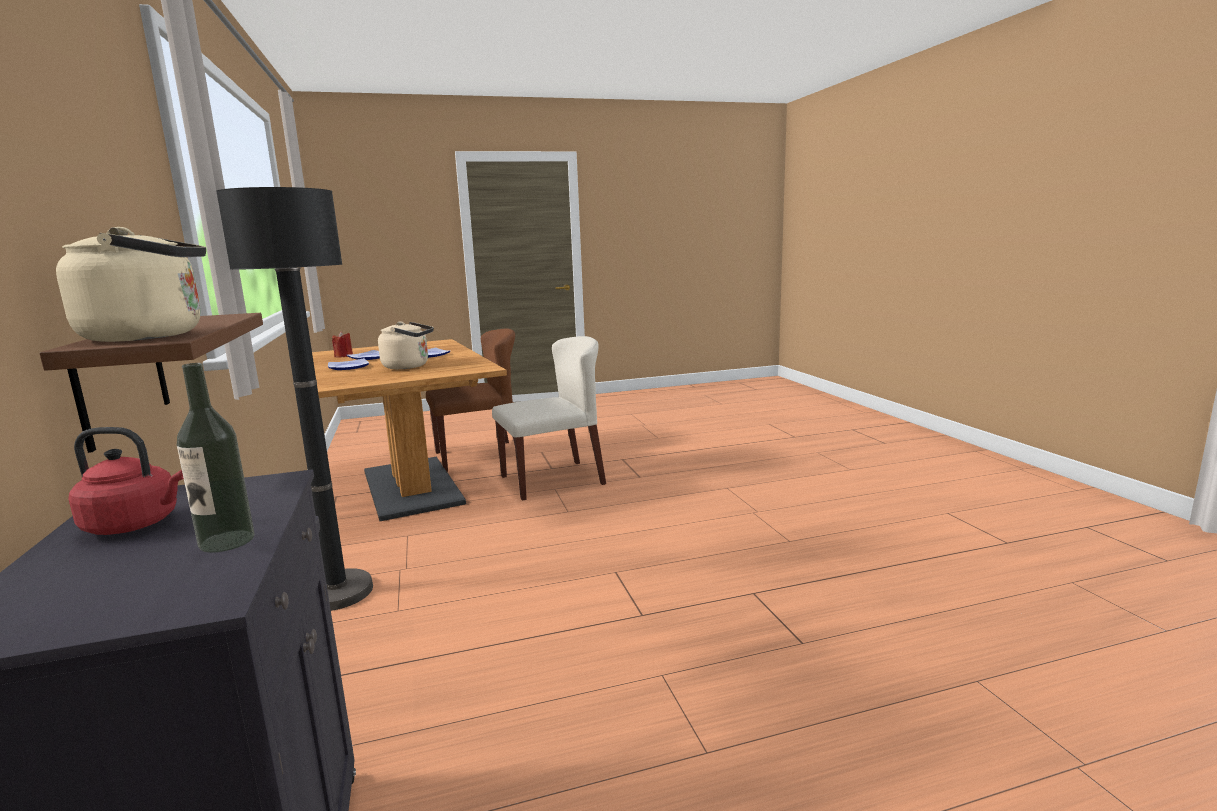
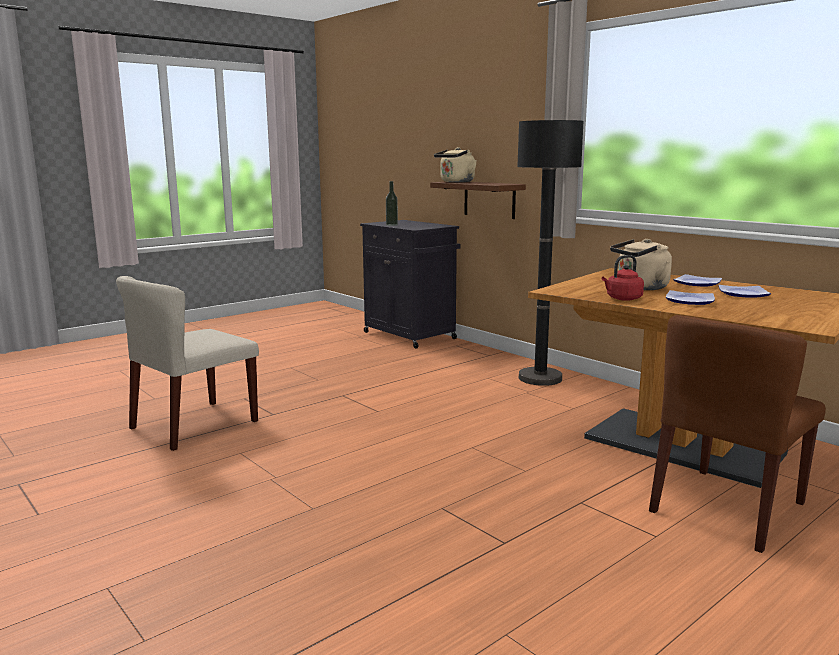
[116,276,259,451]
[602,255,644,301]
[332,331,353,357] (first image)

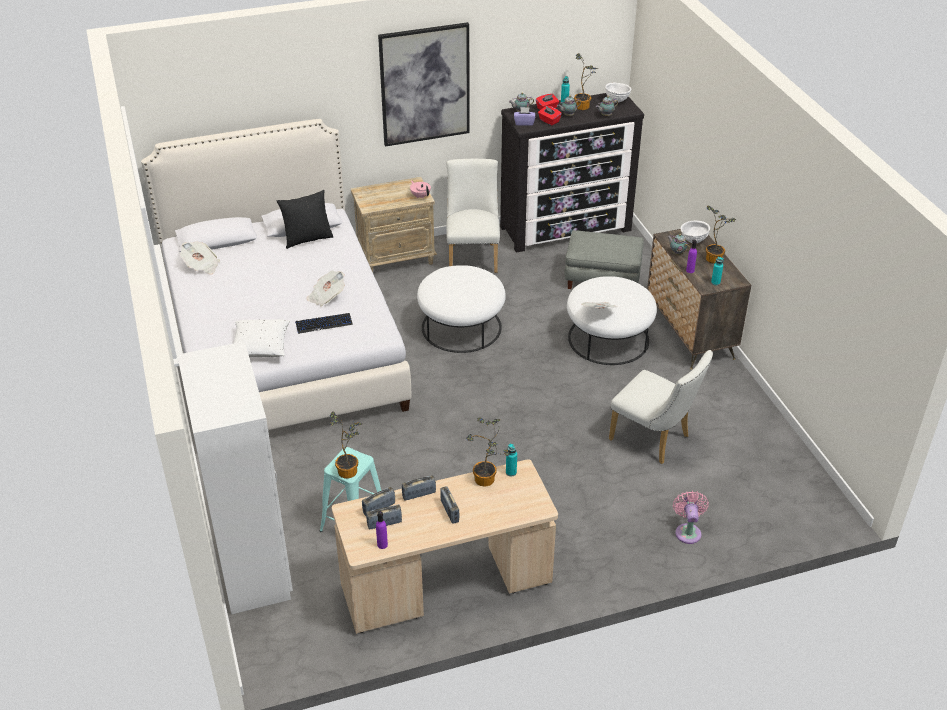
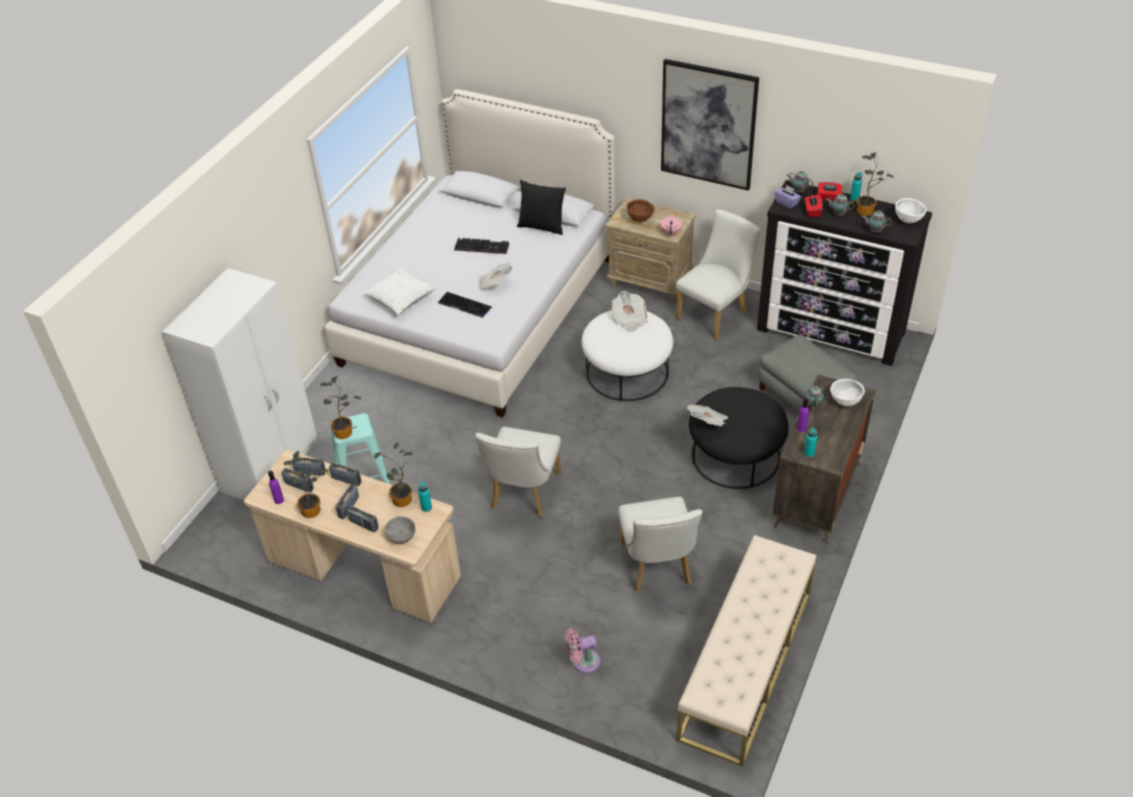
[284,451,328,518]
[347,505,378,532]
[385,516,416,543]
[454,238,509,254]
[475,427,561,517]
[565,628,600,673]
[612,291,648,333]
[627,199,655,222]
[676,535,816,766]
[689,387,789,489]

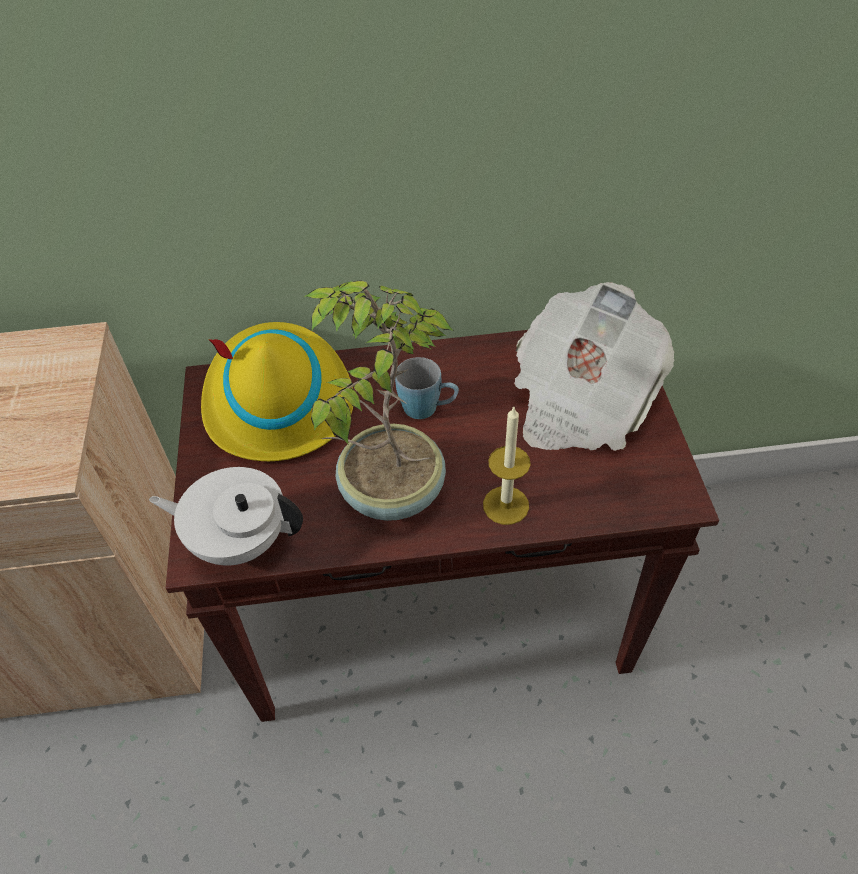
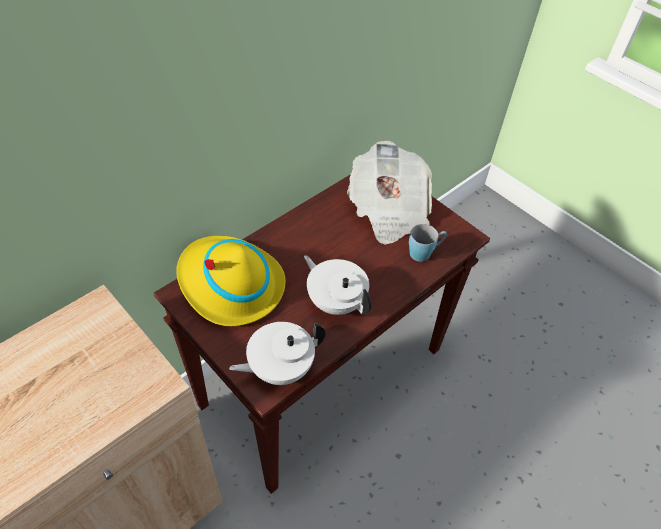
[304,255,372,315]
[409,224,447,262]
[483,407,531,525] (first image)

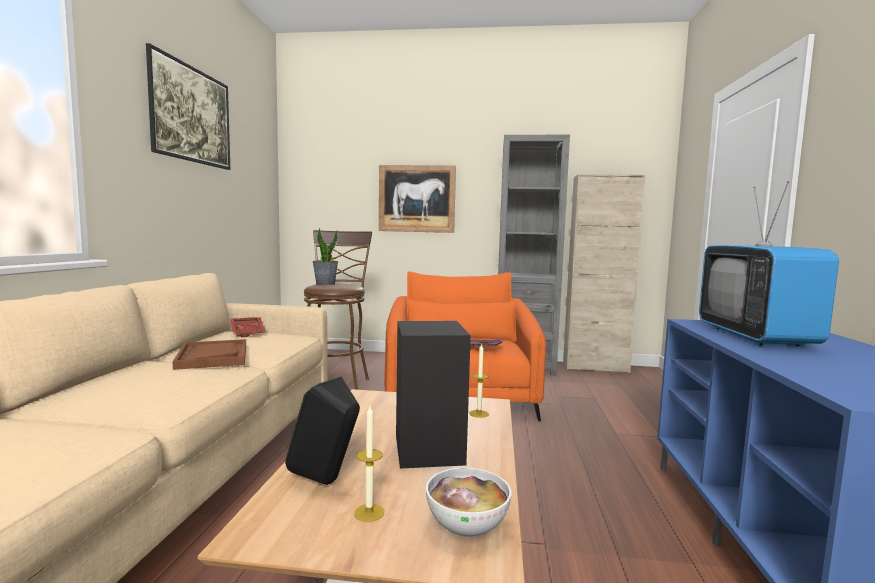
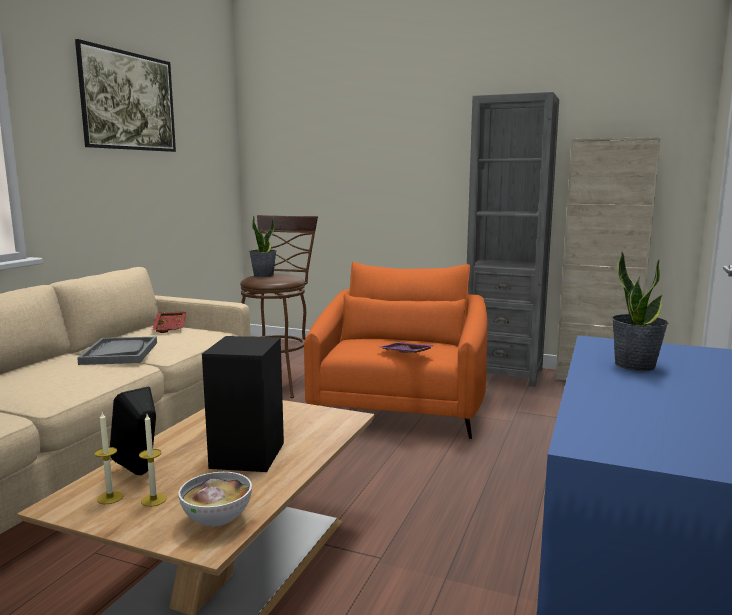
[77,337,157,365]
[94,412,123,504]
[612,251,669,371]
[379,165,456,233] (first image)

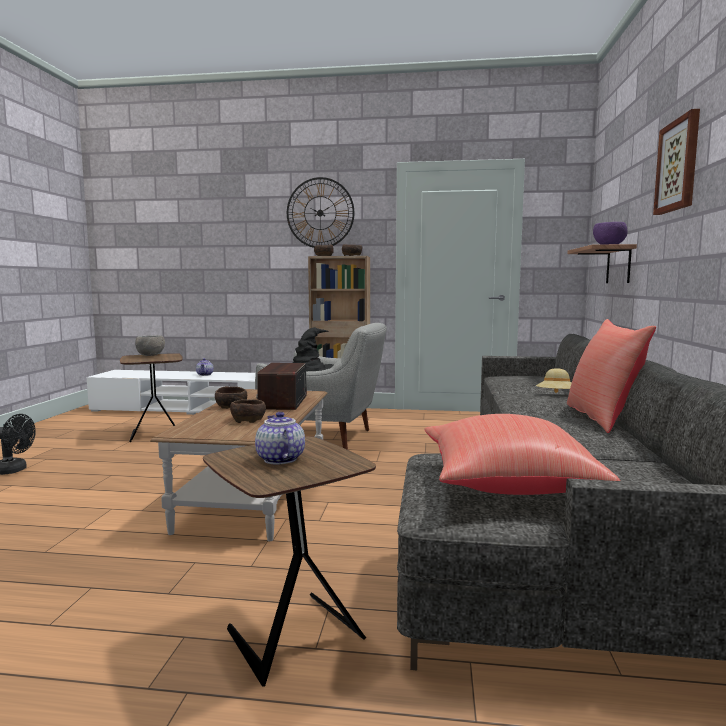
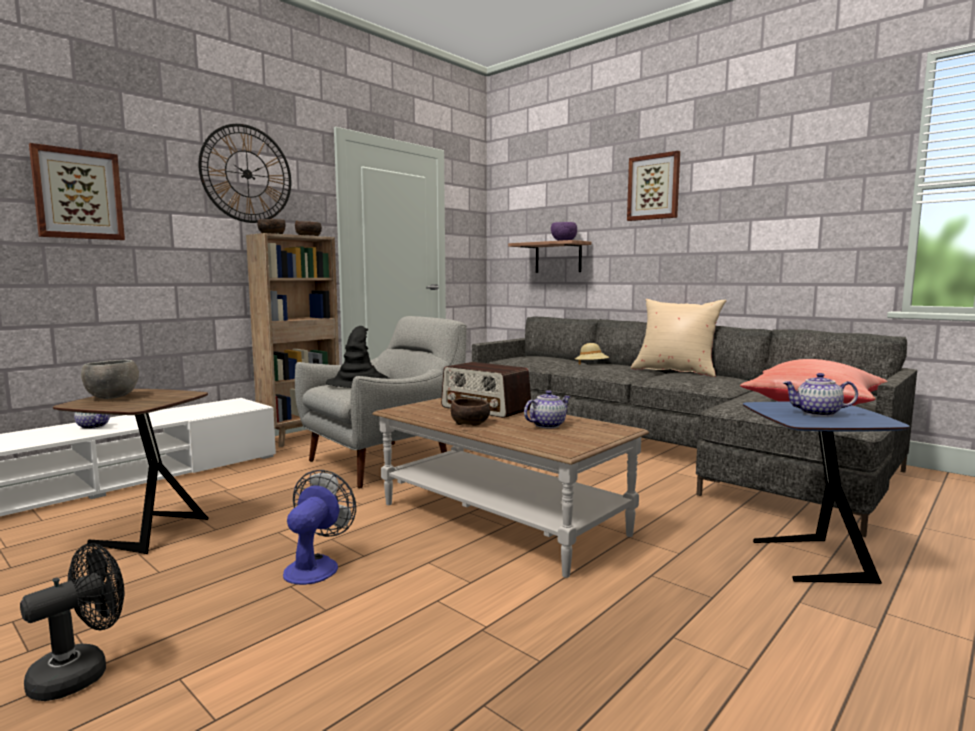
[29,143,125,240]
[283,470,356,585]
[524,390,571,428]
[631,299,726,377]
[743,402,910,584]

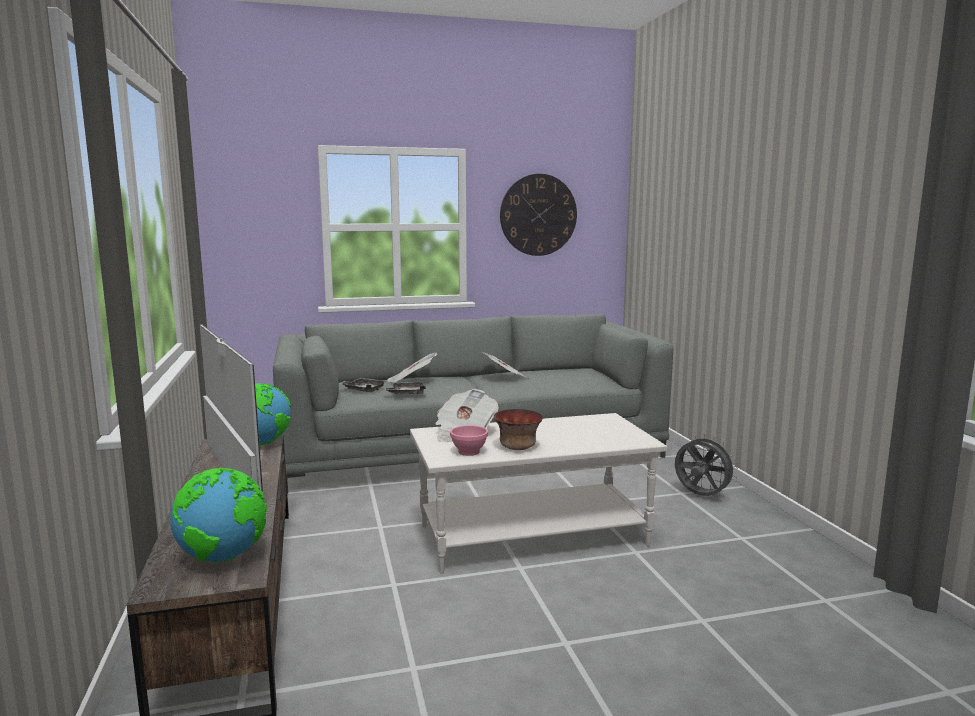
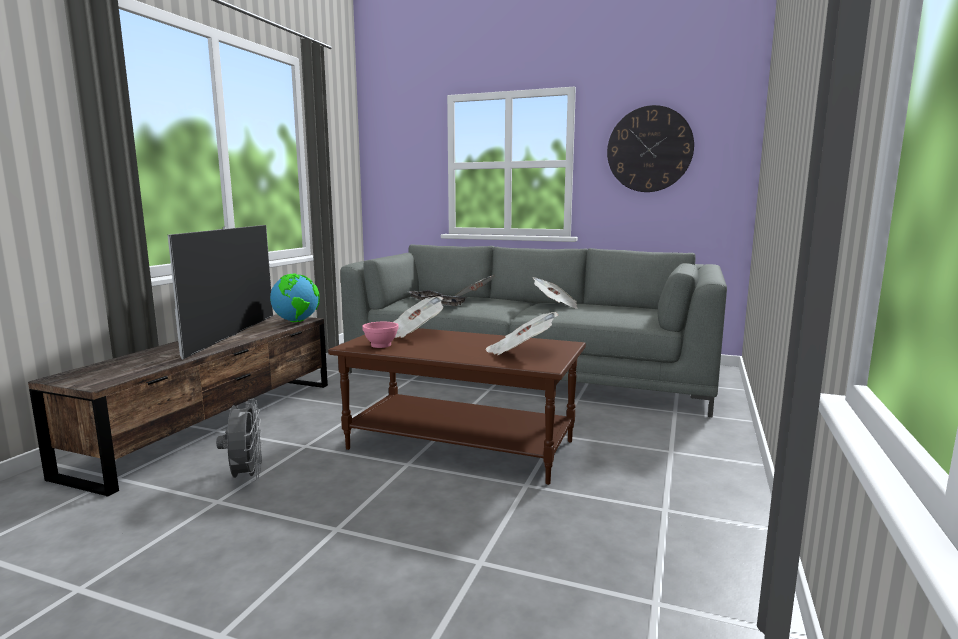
[216,399,263,482]
[328,328,586,485]
[485,312,558,355]
[170,468,267,563] (first image)
[494,409,543,450] (first image)

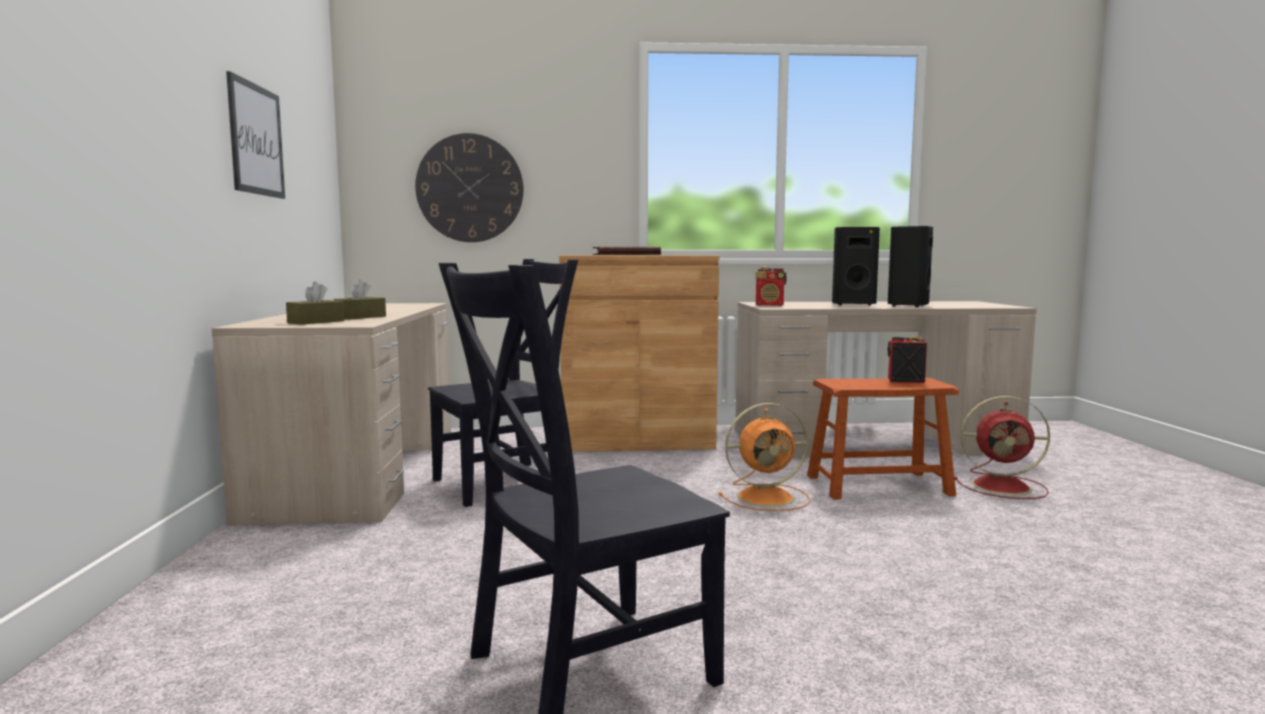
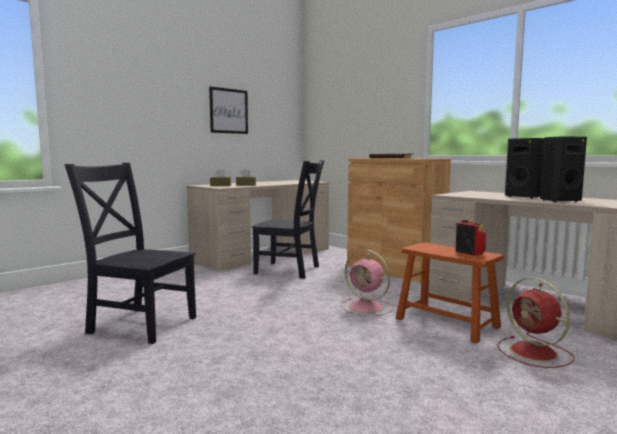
[340,249,394,316]
[415,133,524,242] (first image)
[755,267,787,306] (first image)

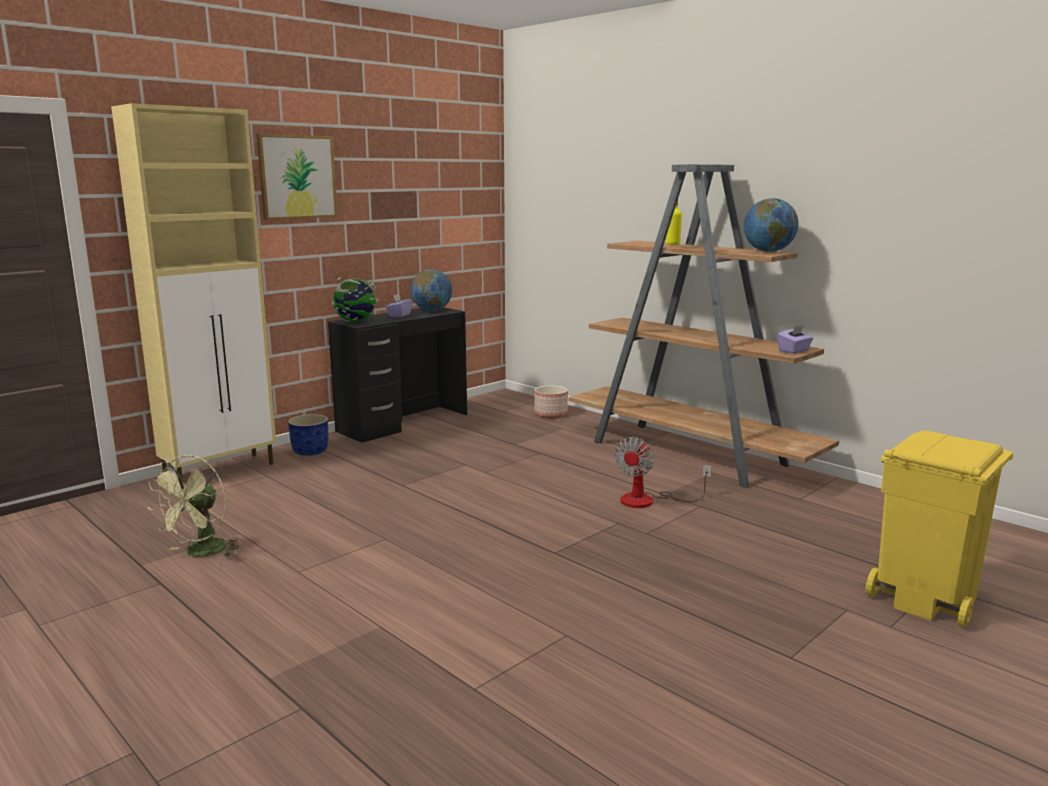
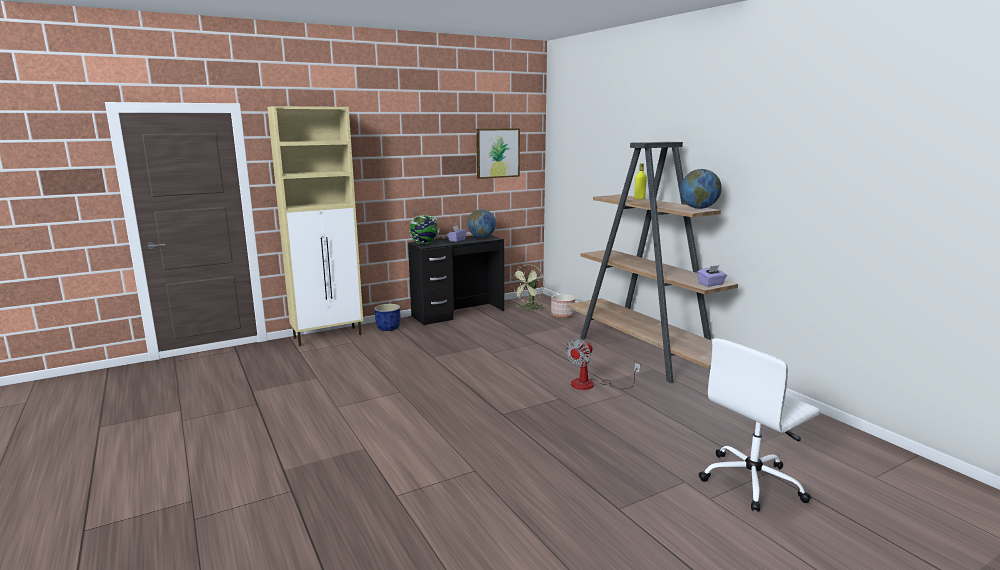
[476,128,520,179]
[510,264,545,310]
[699,338,820,512]

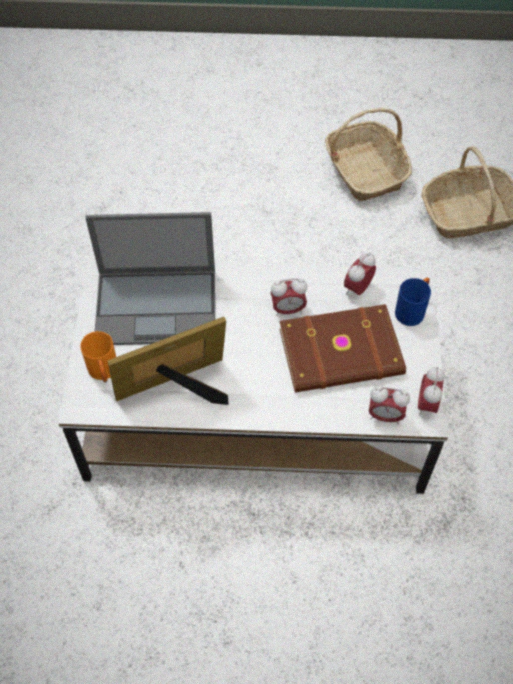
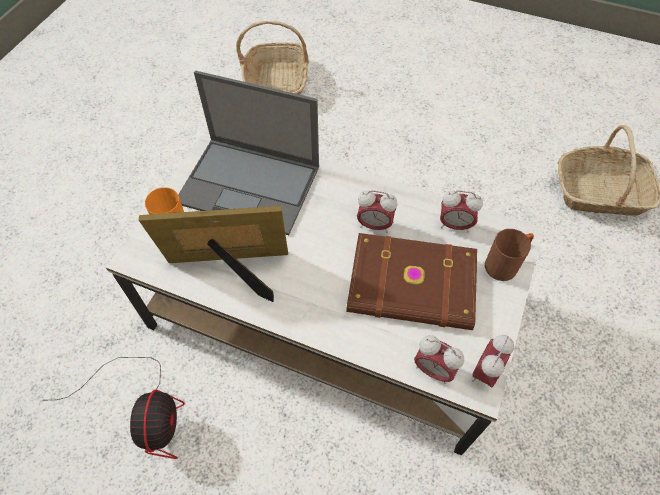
[57,357,185,459]
[236,21,309,95]
[440,190,483,232]
[485,229,534,281]

